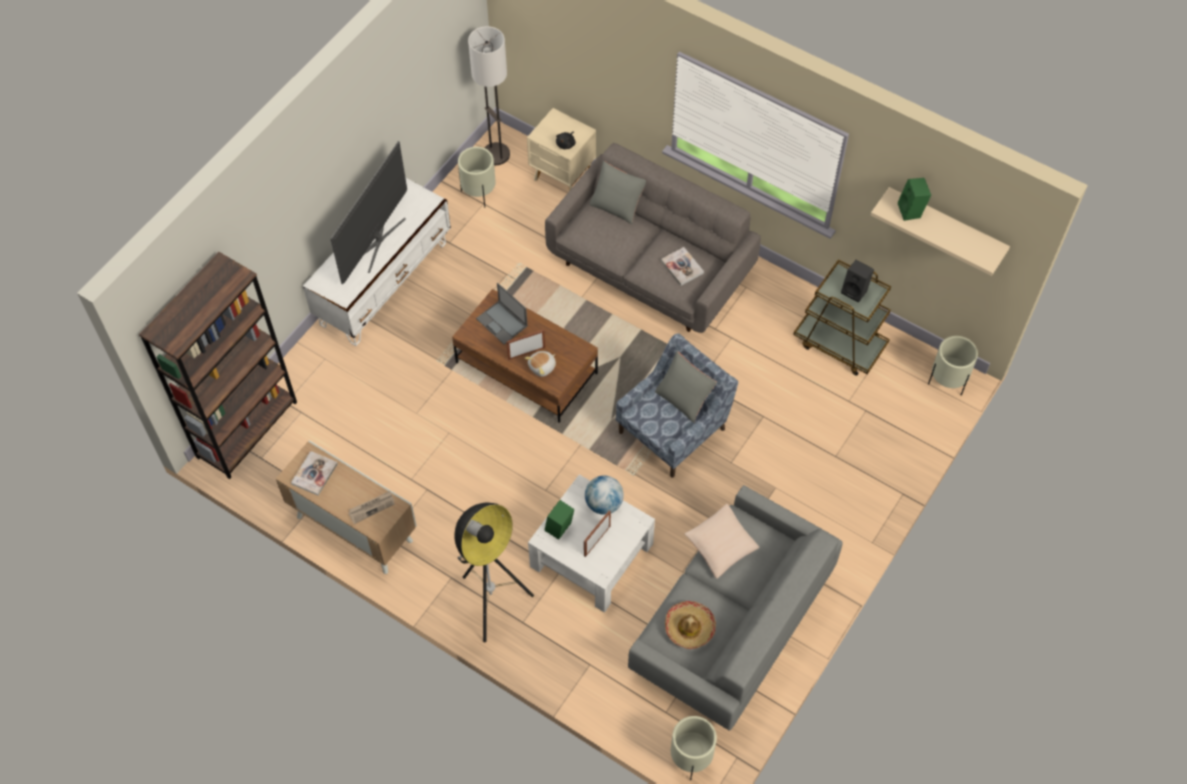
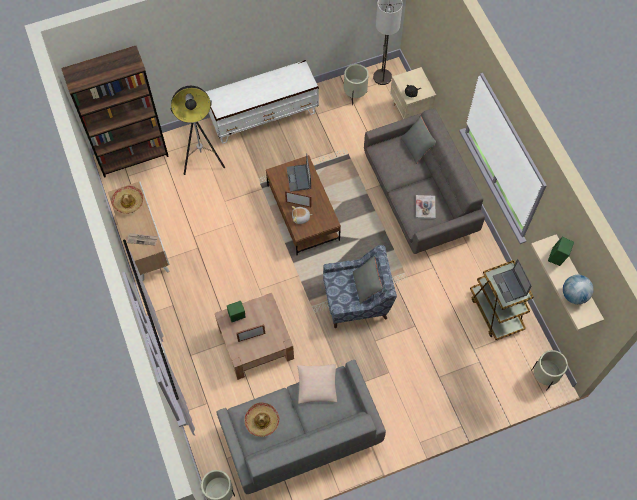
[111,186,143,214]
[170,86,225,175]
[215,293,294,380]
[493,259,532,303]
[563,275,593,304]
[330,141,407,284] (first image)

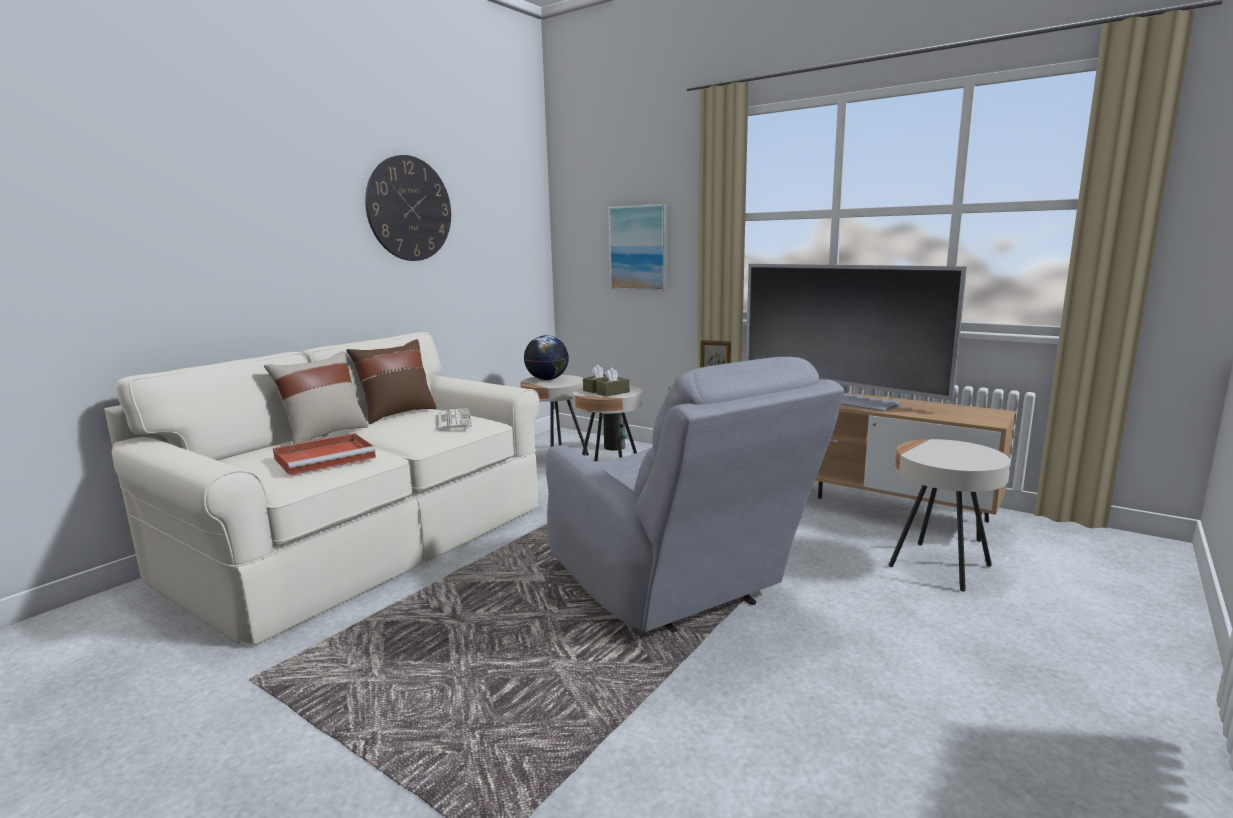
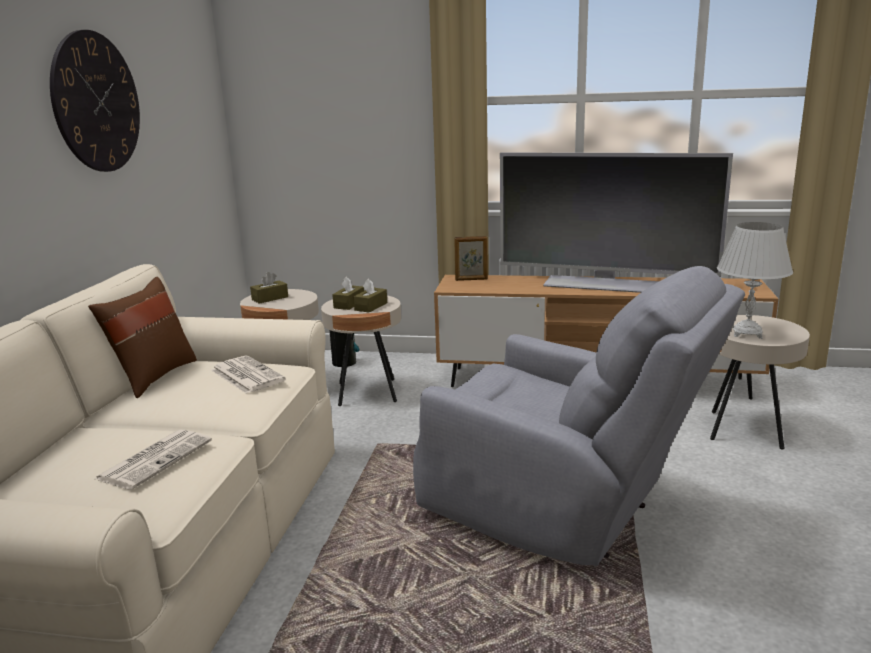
[95,429,212,490]
[250,272,288,304]
[717,222,793,339]
[264,351,369,444] (first image)
[608,204,667,291] (first image)

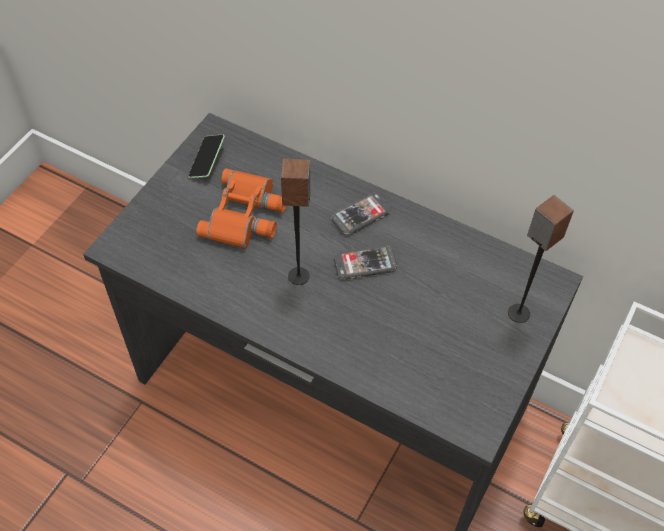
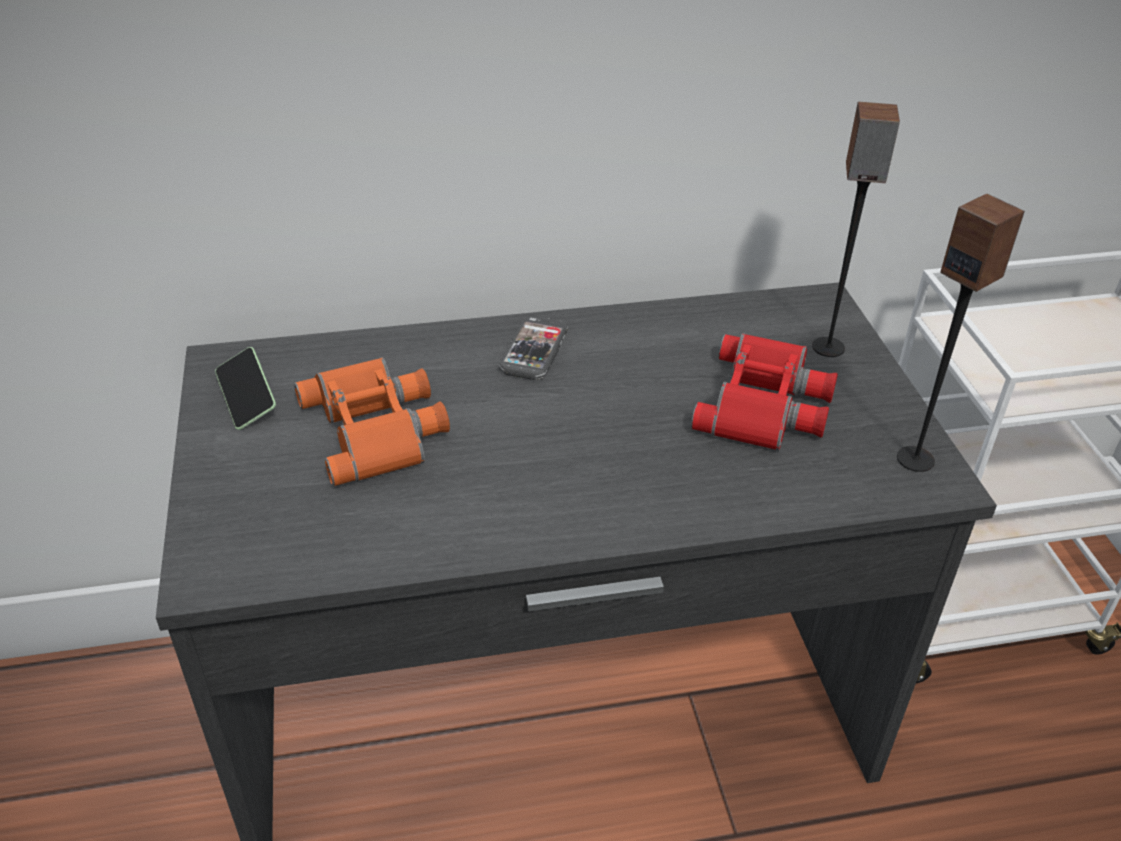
[691,333,838,451]
[897,194,1025,472]
[334,246,397,280] (first image)

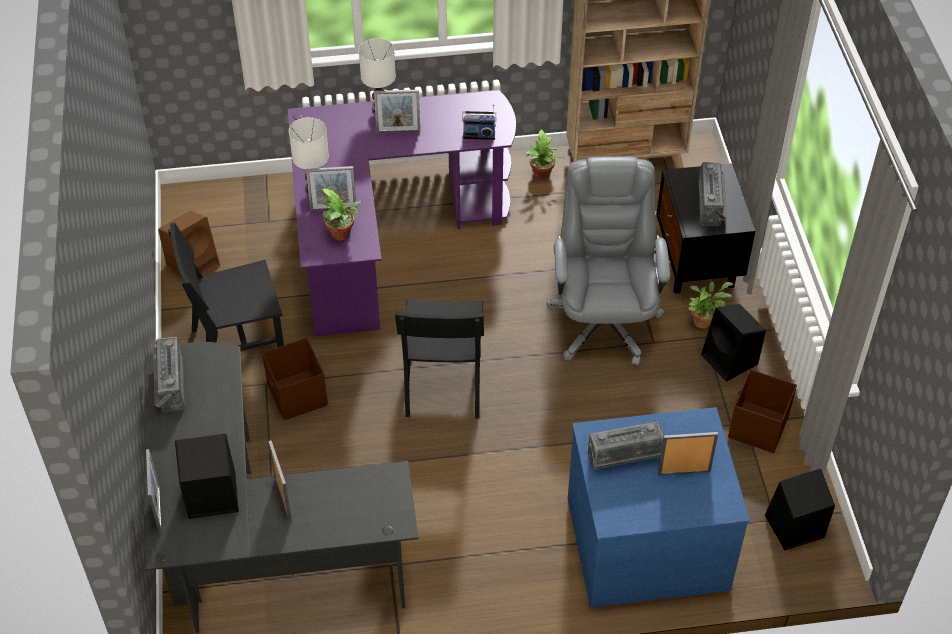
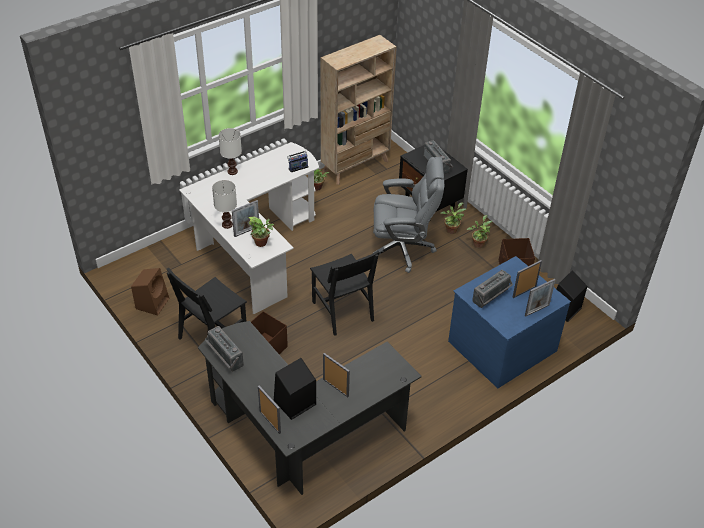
[179,142,319,314]
[372,157,444,273]
[467,215,492,248]
[525,279,556,317]

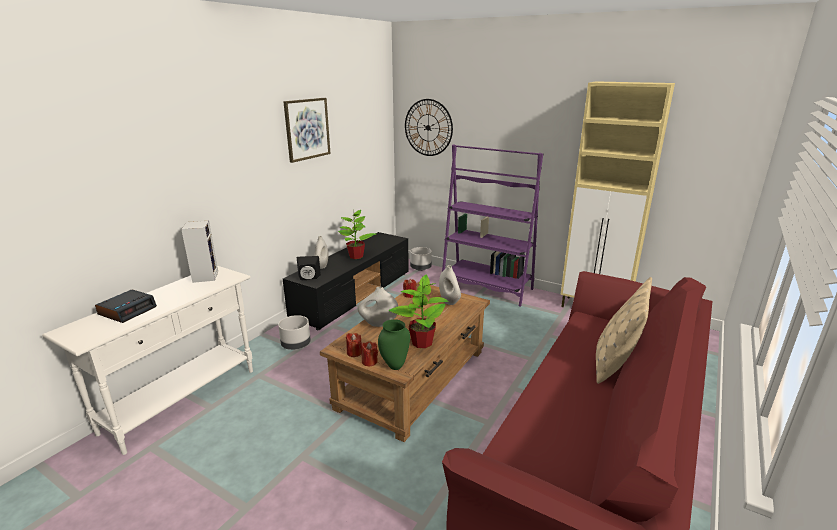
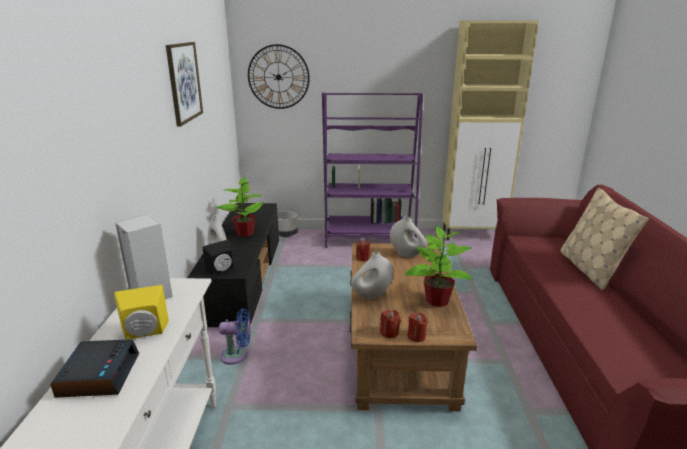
[114,285,169,340]
[219,308,251,365]
[378,319,410,370] (first image)

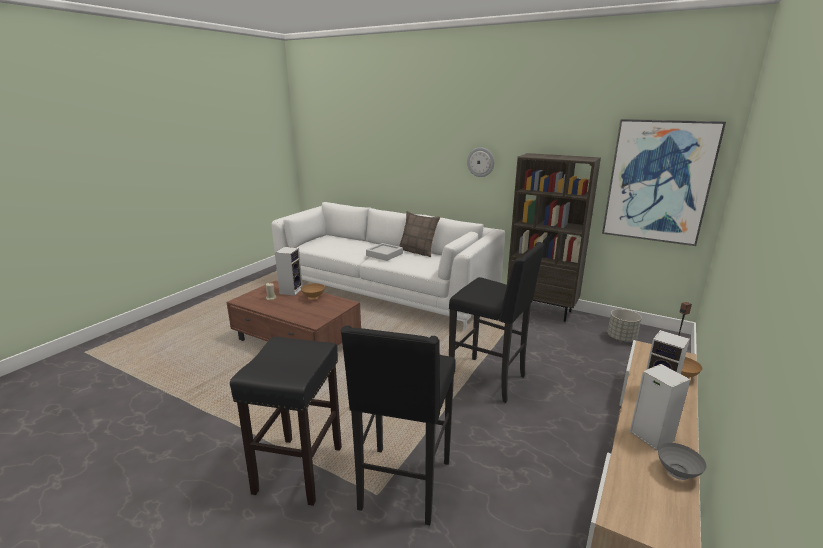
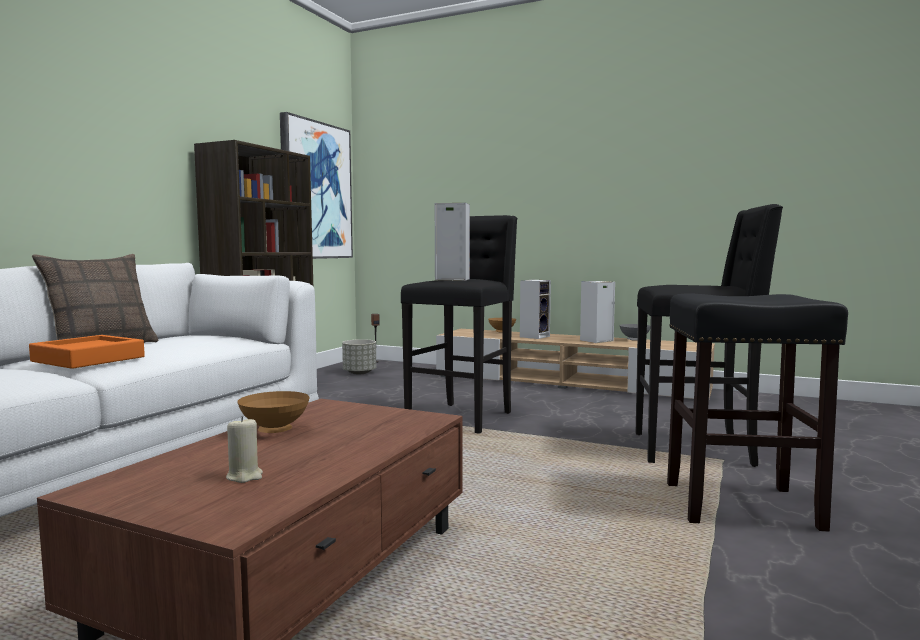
[29,335,145,369]
[435,203,470,280]
[467,147,494,177] (first image)

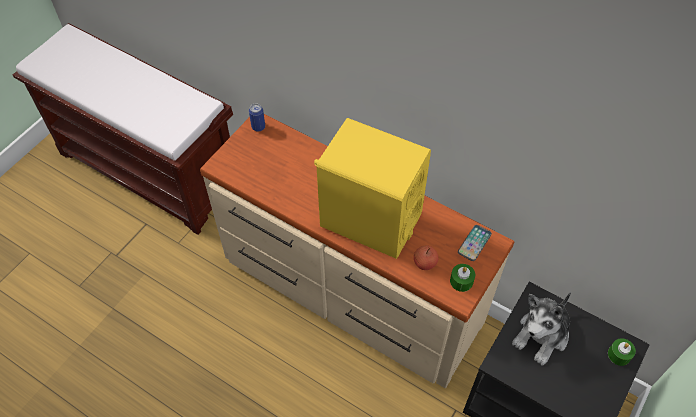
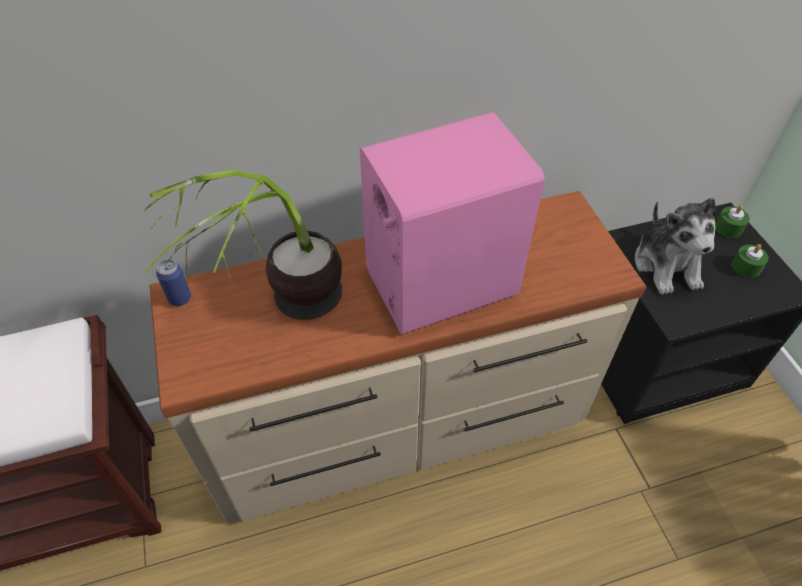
[143,170,342,320]
[360,112,545,334]
[732,244,769,278]
[414,245,438,270] (first image)
[458,225,492,261] (first image)

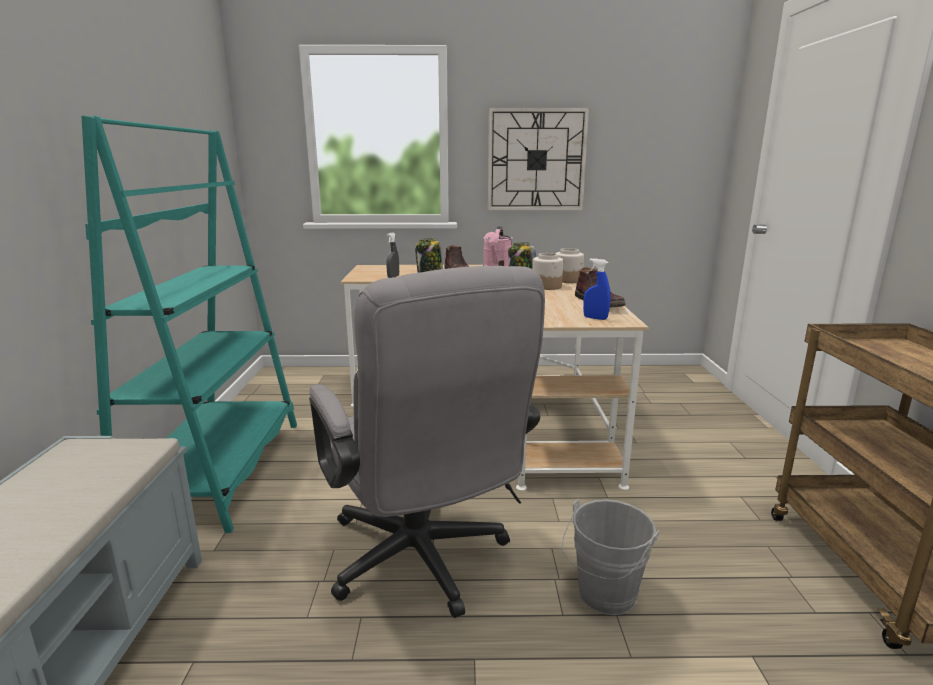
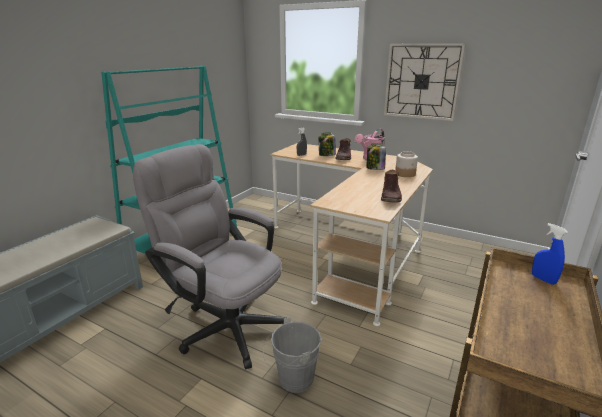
[133,144,288,369]
[532,223,568,285]
[533,253,563,290] (first image)

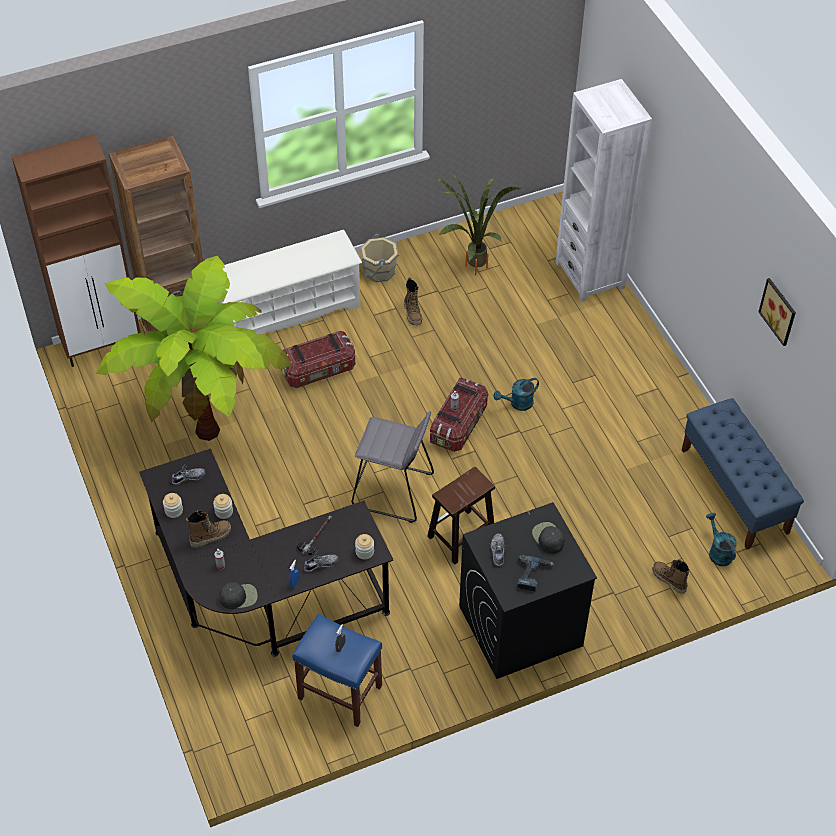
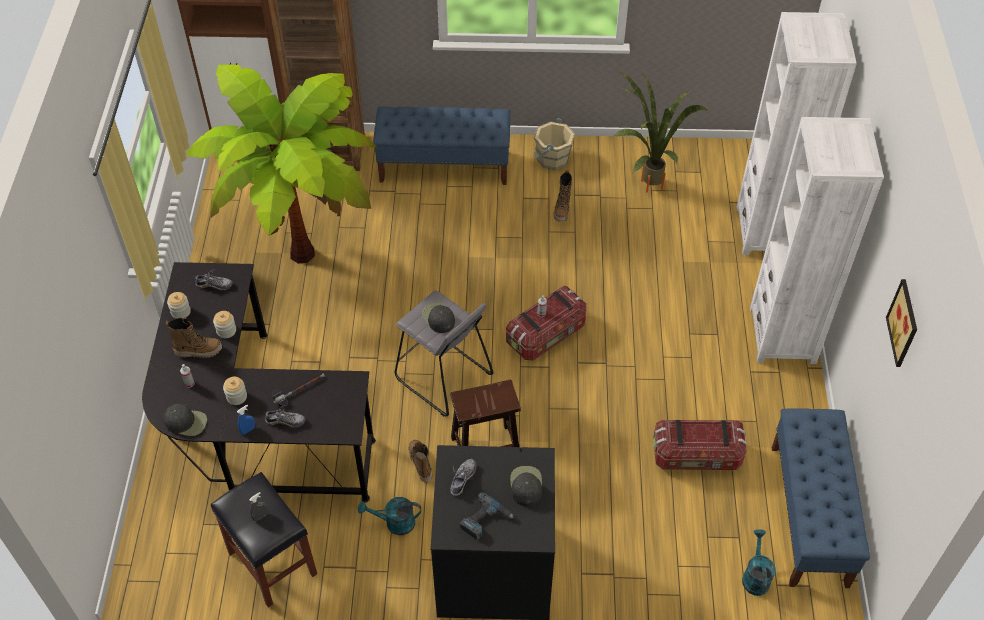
[211,472,317,608]
[223,377,247,405]
[358,497,421,535]
[373,107,510,185]
[409,440,432,483]
[422,302,455,333]
[653,420,747,470]
[750,117,884,364]

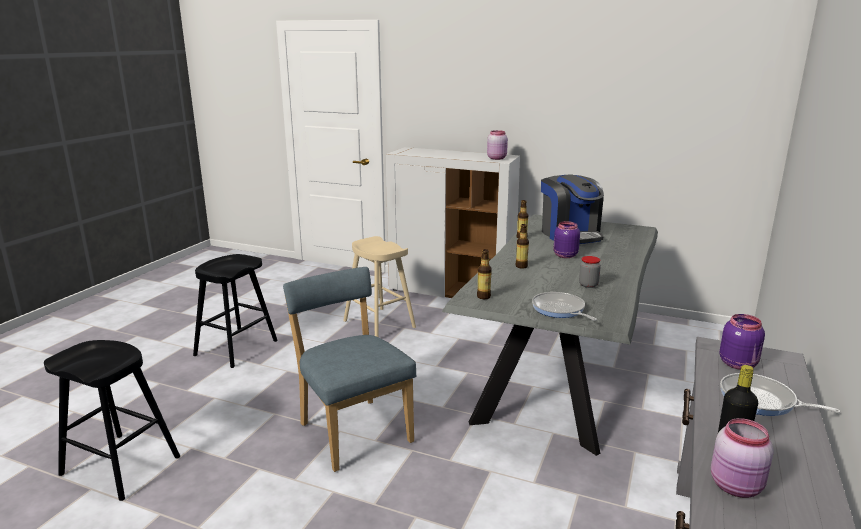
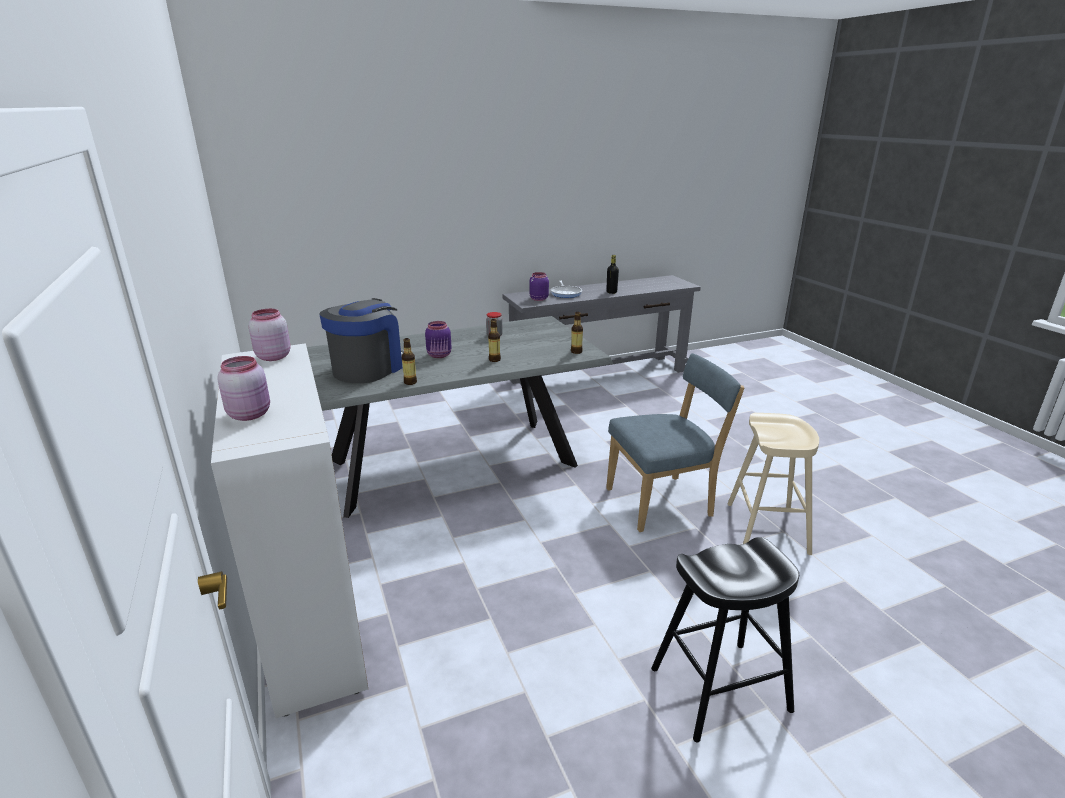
[217,356,270,421]
[606,353,744,532]
[727,413,819,555]
[44,340,180,501] (first image)
[532,292,597,321] (first image)

